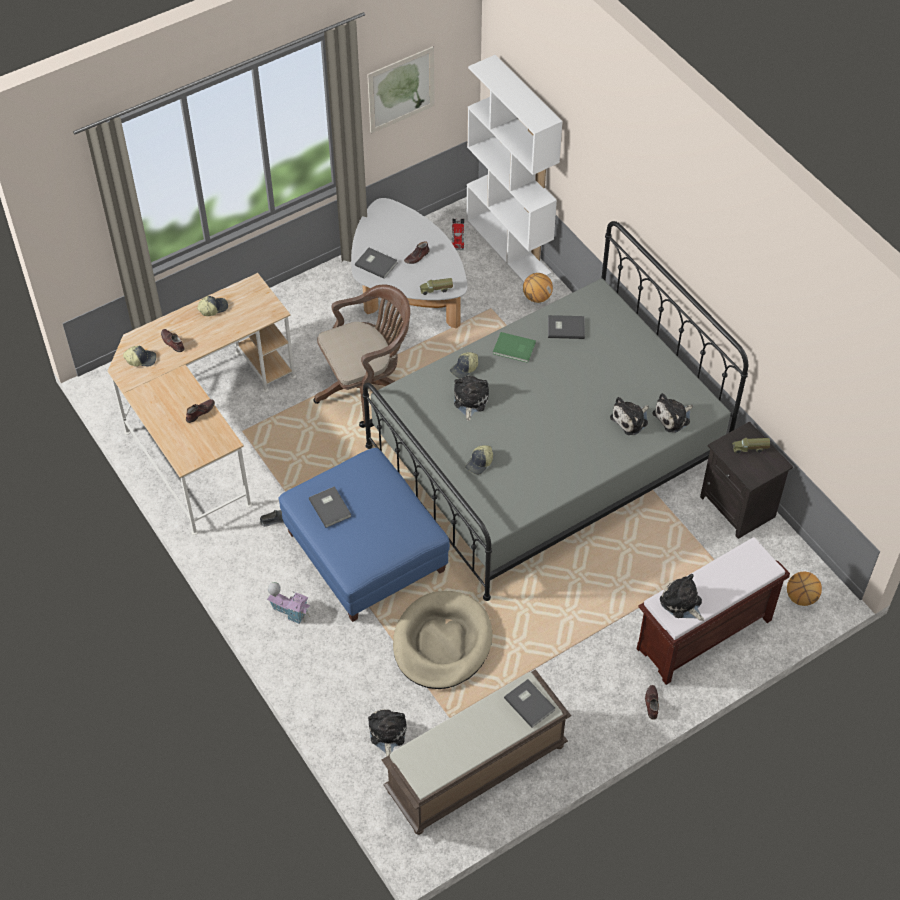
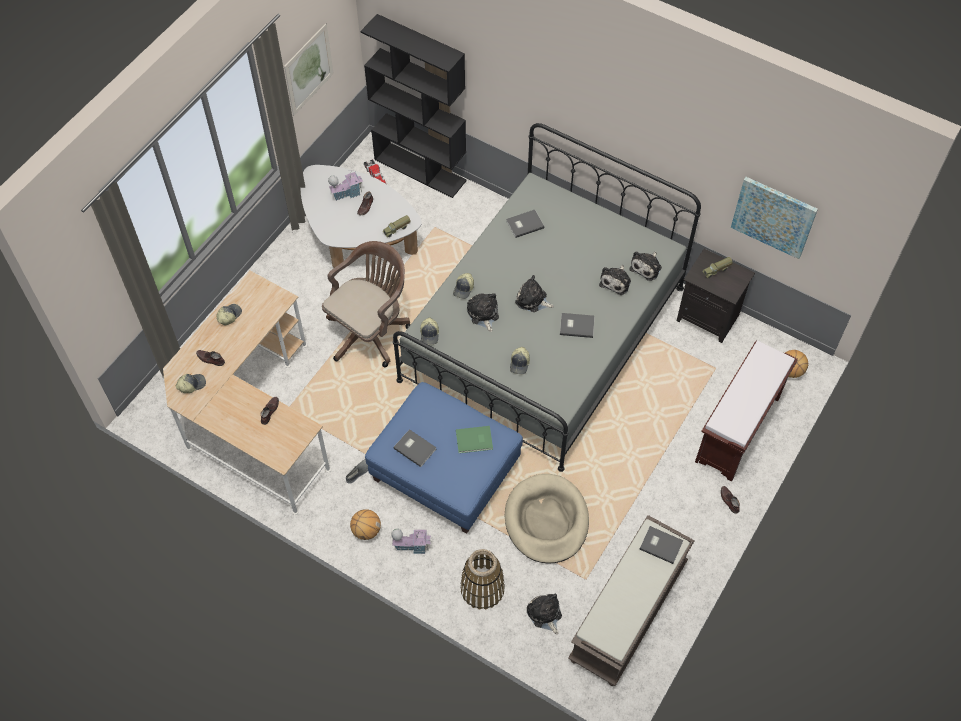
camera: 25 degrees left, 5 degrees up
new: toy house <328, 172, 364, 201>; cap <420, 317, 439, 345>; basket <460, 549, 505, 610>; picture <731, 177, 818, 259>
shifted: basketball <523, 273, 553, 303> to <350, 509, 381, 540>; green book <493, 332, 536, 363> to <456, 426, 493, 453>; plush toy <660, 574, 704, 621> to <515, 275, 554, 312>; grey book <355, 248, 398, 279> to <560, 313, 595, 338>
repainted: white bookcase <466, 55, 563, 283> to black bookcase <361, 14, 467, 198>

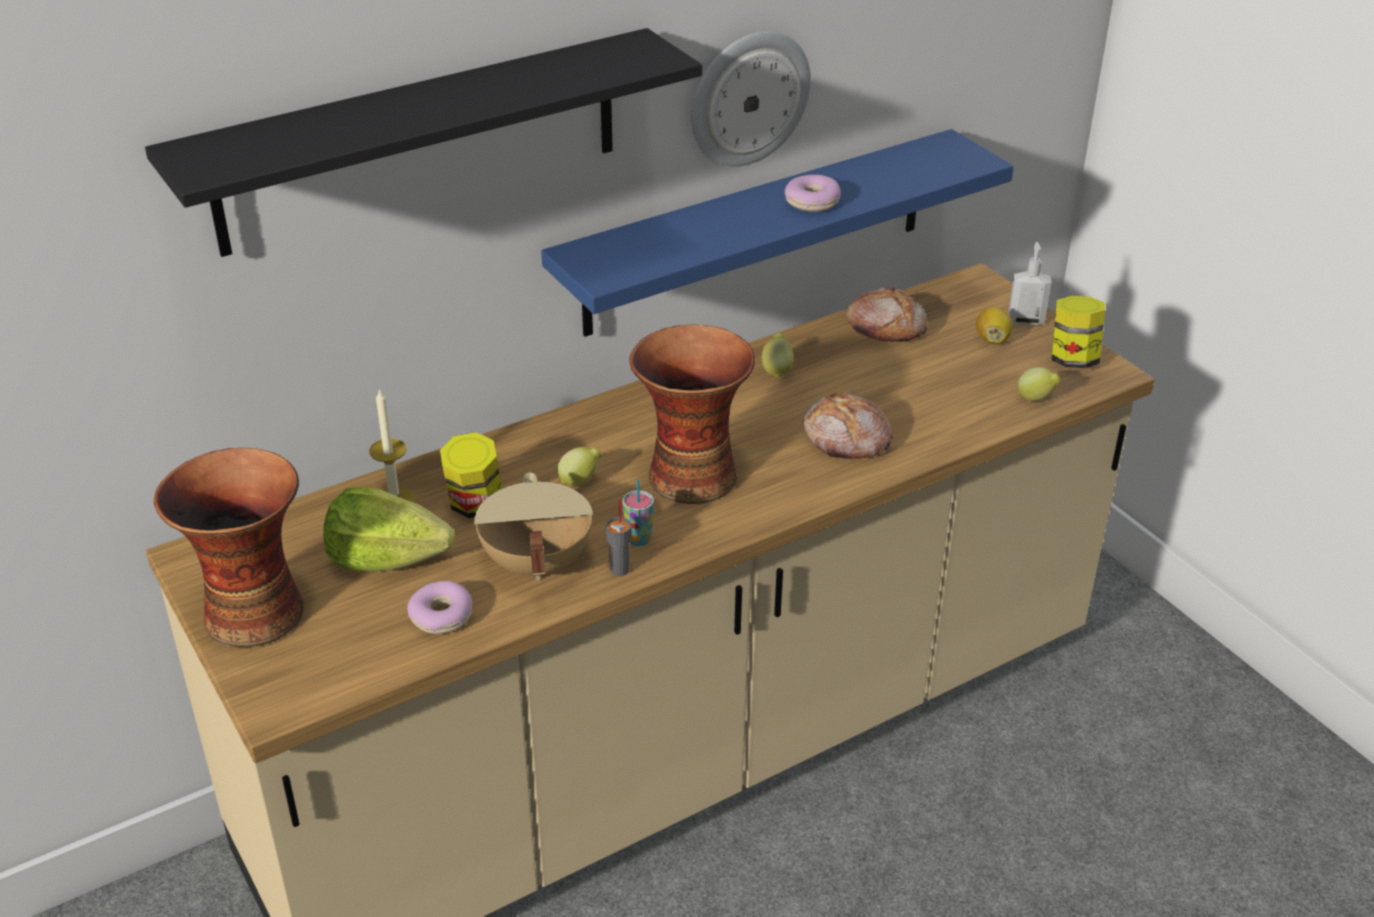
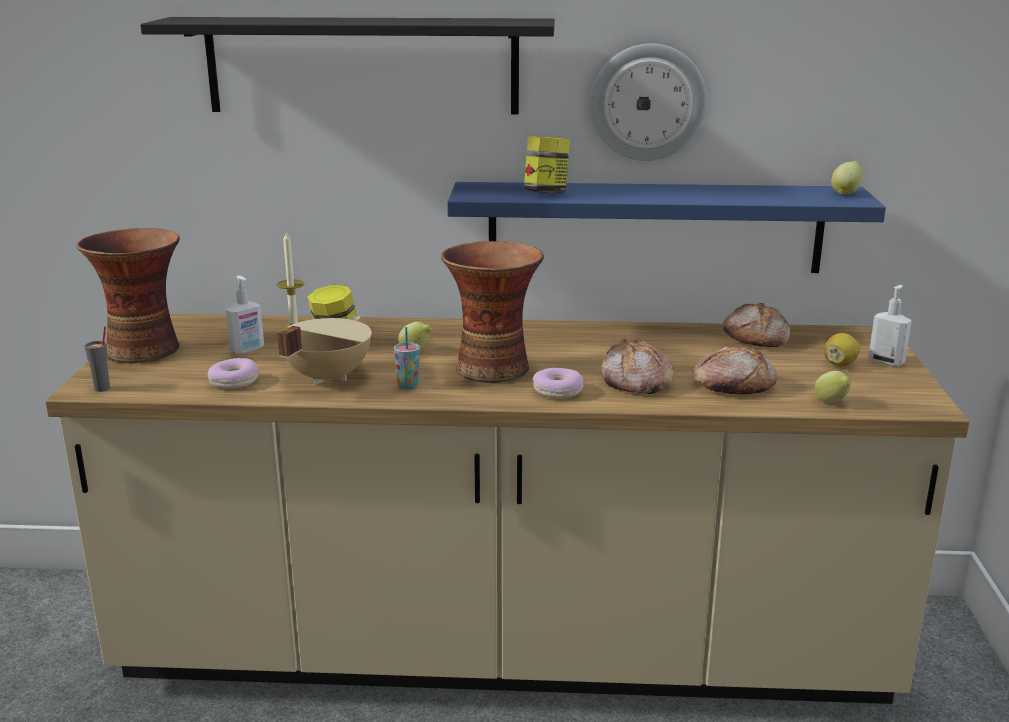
camera: 35 degrees right, 15 degrees down
new: bread <693, 346, 778, 395>
shifted: grey cup <605, 500, 631, 576> to <84, 327, 110, 392>; jar <1052, 296, 1105, 368> to <524, 136, 570, 193>; donut <785, 175, 841, 212> to <533, 368, 584, 399>; lemon <762, 333, 793, 378> to <831, 161, 862, 194>
swapped: lettuce <323, 487, 455, 572> to soap dispenser <226, 276, 264, 354>

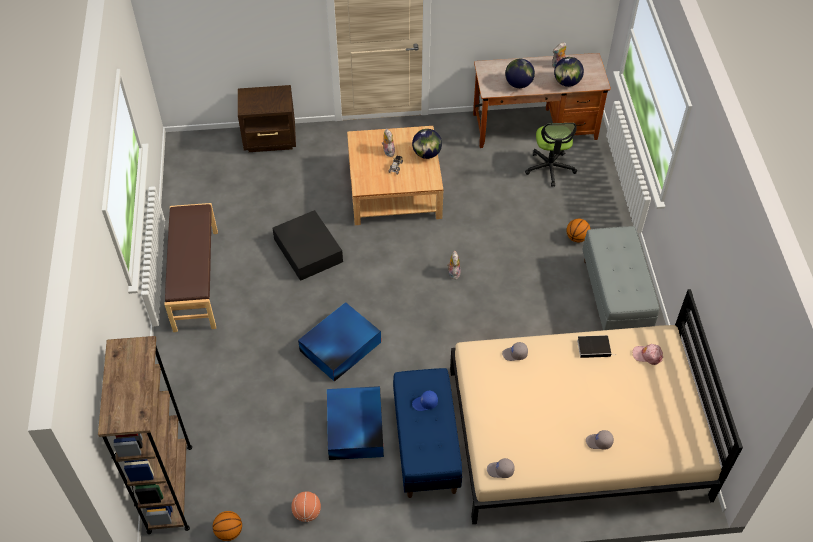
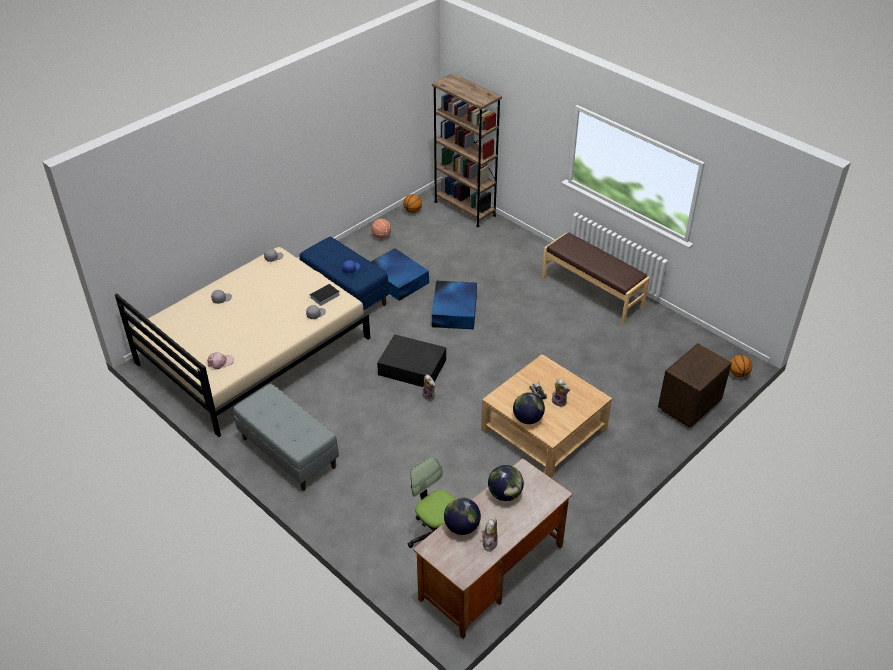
camera: 140 degrees right, 10 degrees down
shifted: book <577, 335, 616, 358> to <307, 284, 340, 306>; black storage box <272, 210, 343, 281> to <377, 334, 446, 387>; basketball <566, 219, 591, 242> to <730, 355, 752, 378>

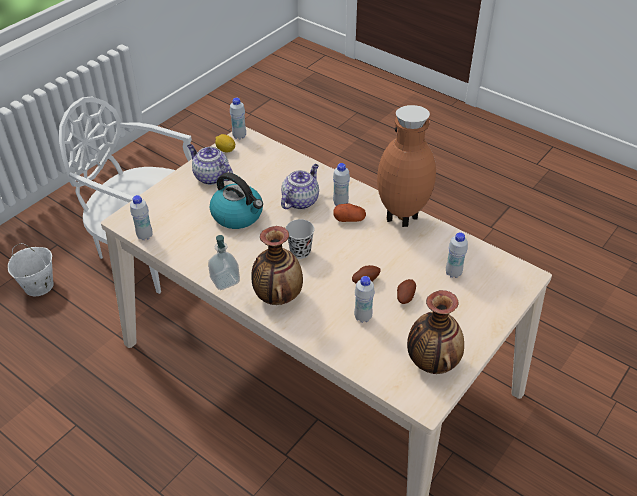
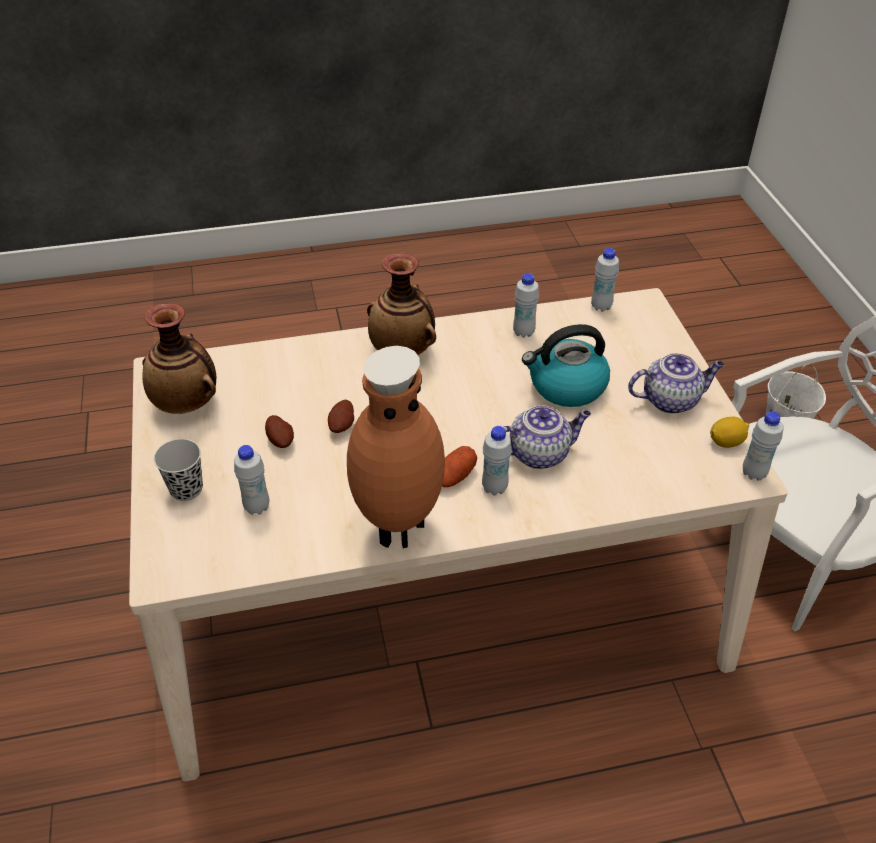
camera: 130 degrees right, 0 degrees up
gone: soap dispenser <208, 235, 240, 290>
shifted: black cup <286, 219, 314, 259> to <154, 439, 203, 501>; white bottle <354, 276, 375, 323> to <513, 273, 539, 338>
rotated: teapot <281, 164, 319, 210> = <503, 405, 591, 469> 90 degrees counterclockwise

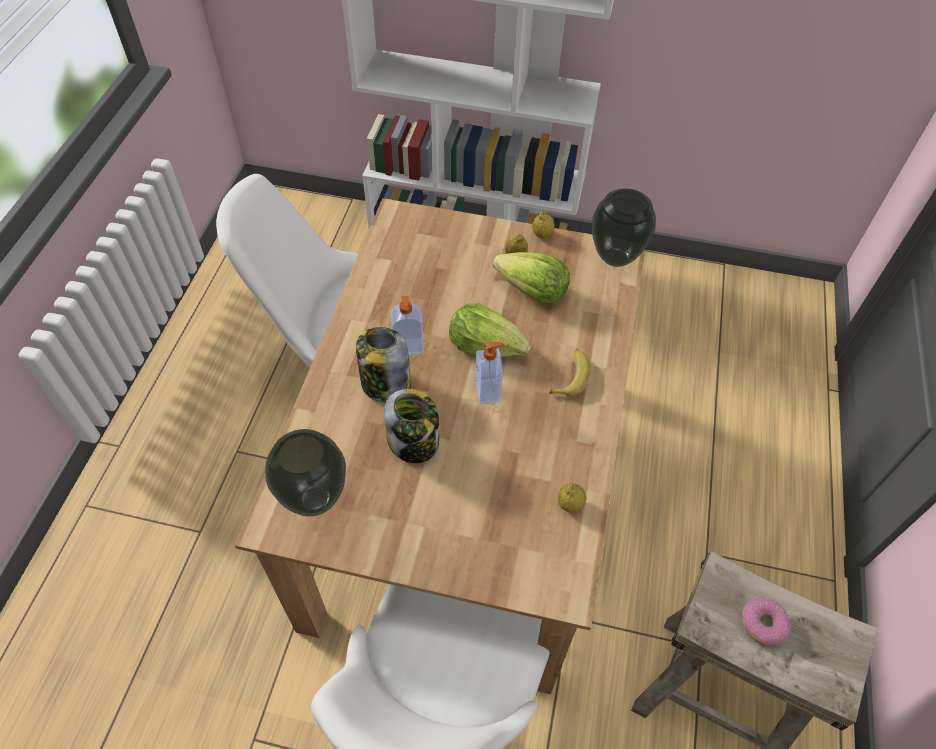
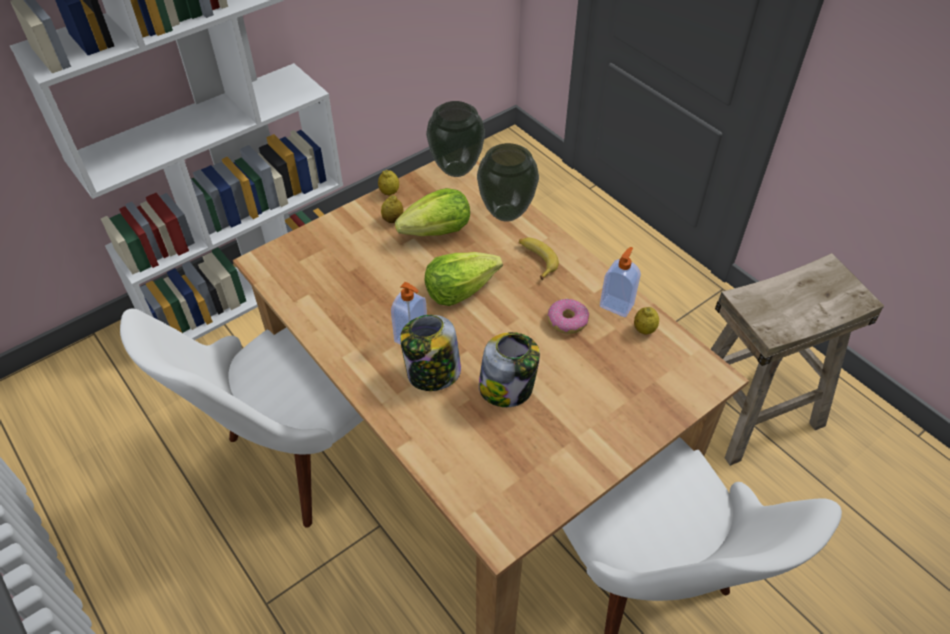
camera: 50 degrees left, 5 degrees down
shifted: vase <265, 429, 346, 516> to <477, 143, 539, 222>; donut <742, 597, 791, 646> to <547, 299, 589, 334>; soap dispenser <475, 342, 505, 404> to <600, 247, 641, 317>

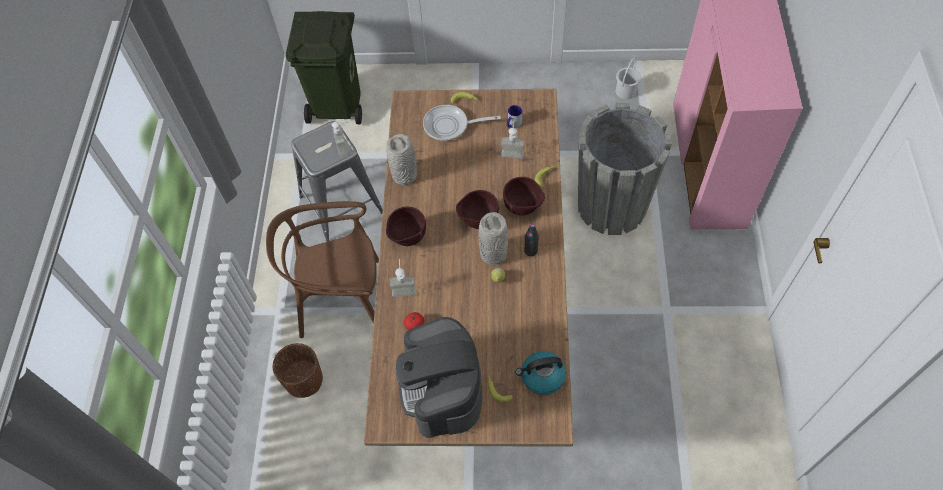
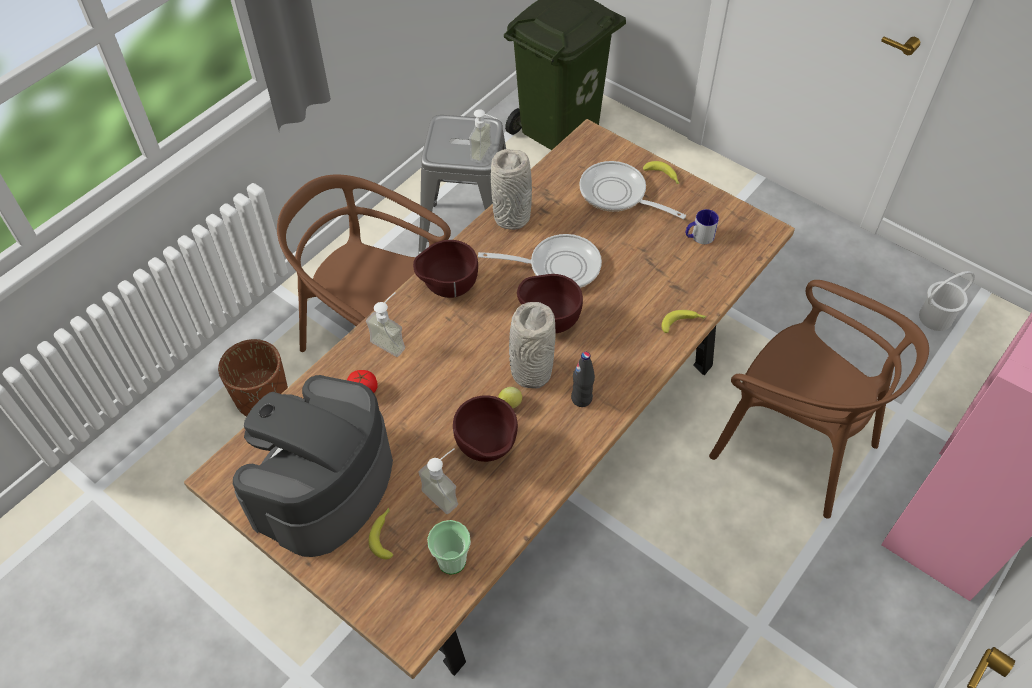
camera: 35 degrees right, 5 degrees down
new: frying pan <478, 234, 602, 288>
shifted: soap dispenser <501, 120, 524, 159> to <418, 449, 458, 514>; brown bowl <503, 177, 545, 216> to <453, 395, 518, 462>
swapped: kettle <515, 351, 566, 395> to cup <427, 520, 471, 575>; grey planter <578, 103, 672, 235> to brown chair <709, 280, 929, 519>

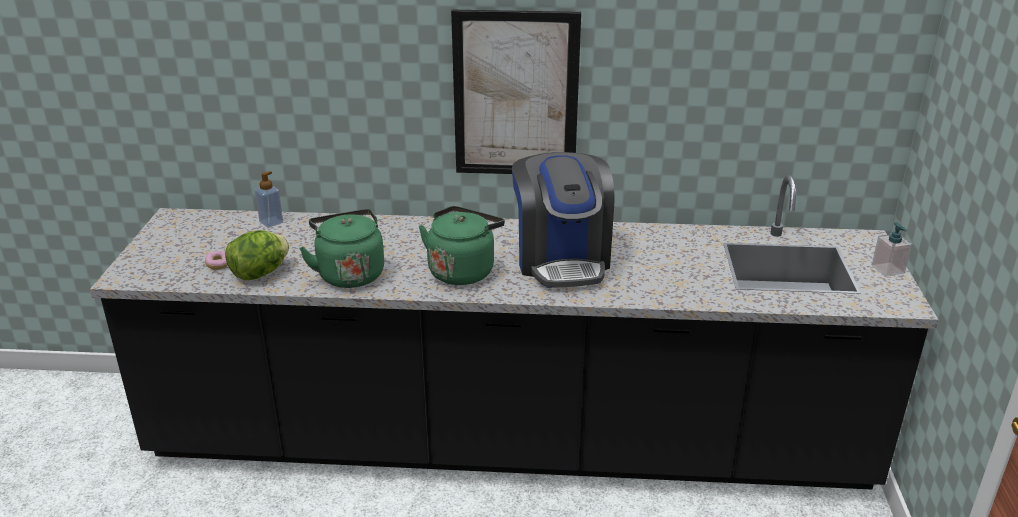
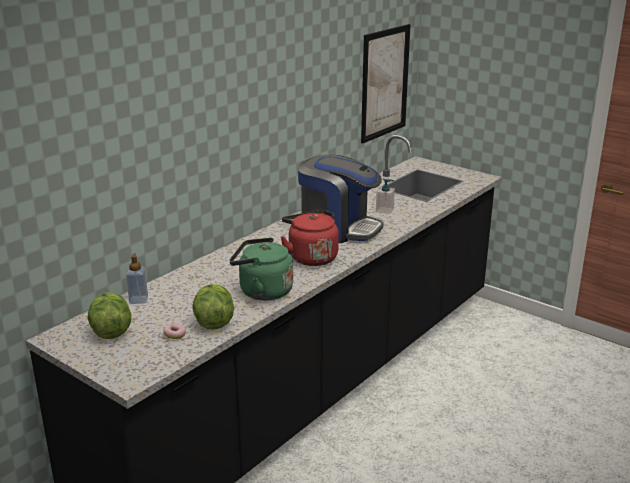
camera: 55 degrees left, 5 degrees down
new: lettuce <88, 293, 131, 339>
shifted: picture <451, 10, 581, 174> to <361, 24, 411, 143>; soap dispenser <872, 222, 912, 277> to <376, 178, 395, 214>
repainted: green kettle <419, 206, 505, 285> to red kettle <281, 210, 339, 266>

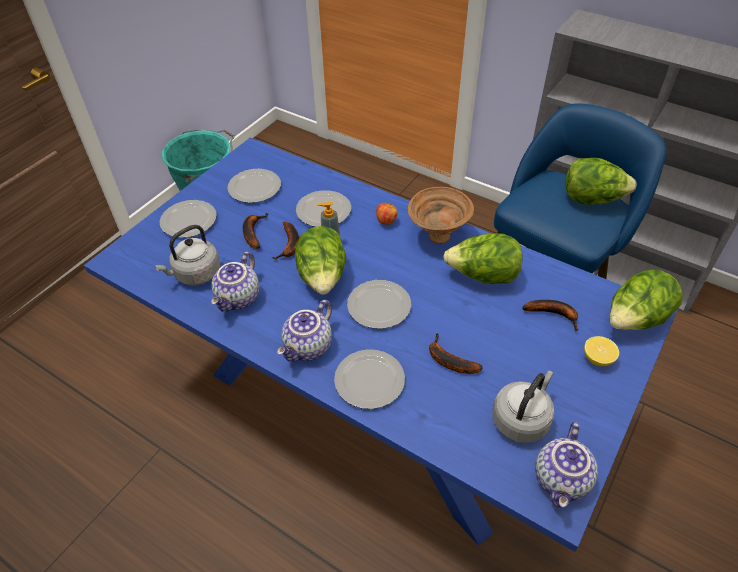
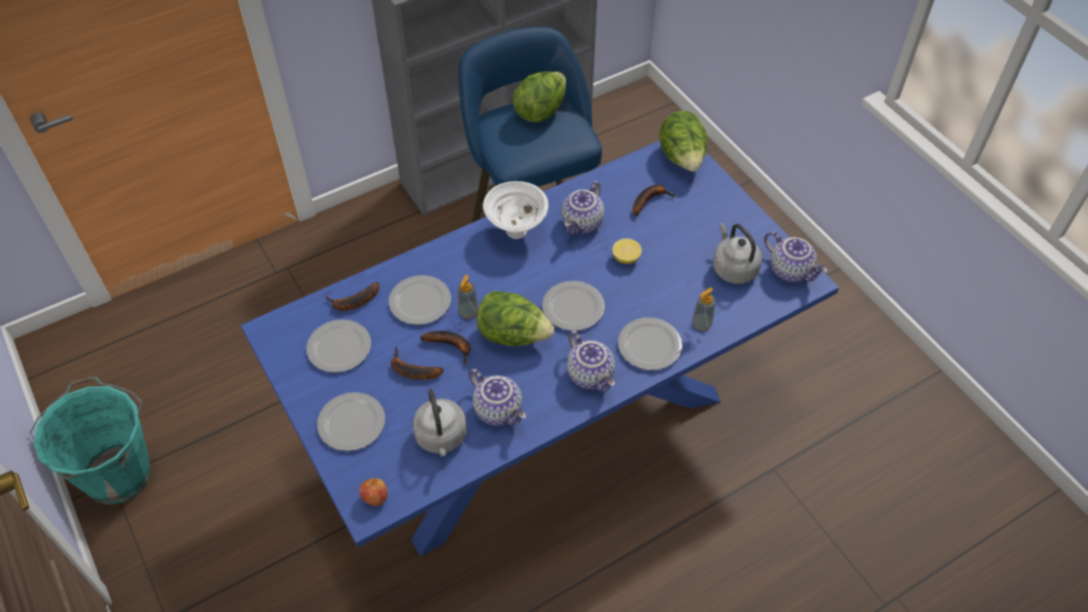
camera: 65 degrees left, 5 degrees up
new: soap dispenser <692, 287, 716, 331>
shifted: banana <429, 333, 483, 374> to <325, 282, 379, 311>; apple <376, 203, 398, 225> to <359, 478, 388, 506>; lemon <584, 336, 619, 366> to <612, 239, 642, 264>
swapped: lettuce <443, 233, 523, 284> to teapot <561, 181, 604, 235>
repainted: brown bowl <408, 187, 474, 244> to white bowl <483, 181, 548, 239>

